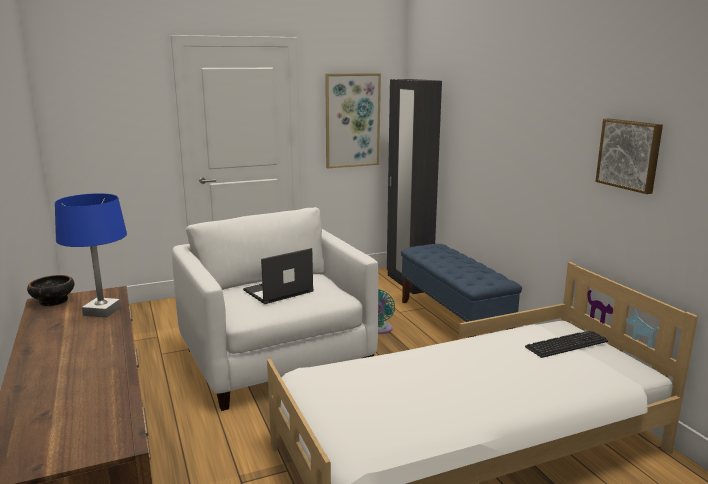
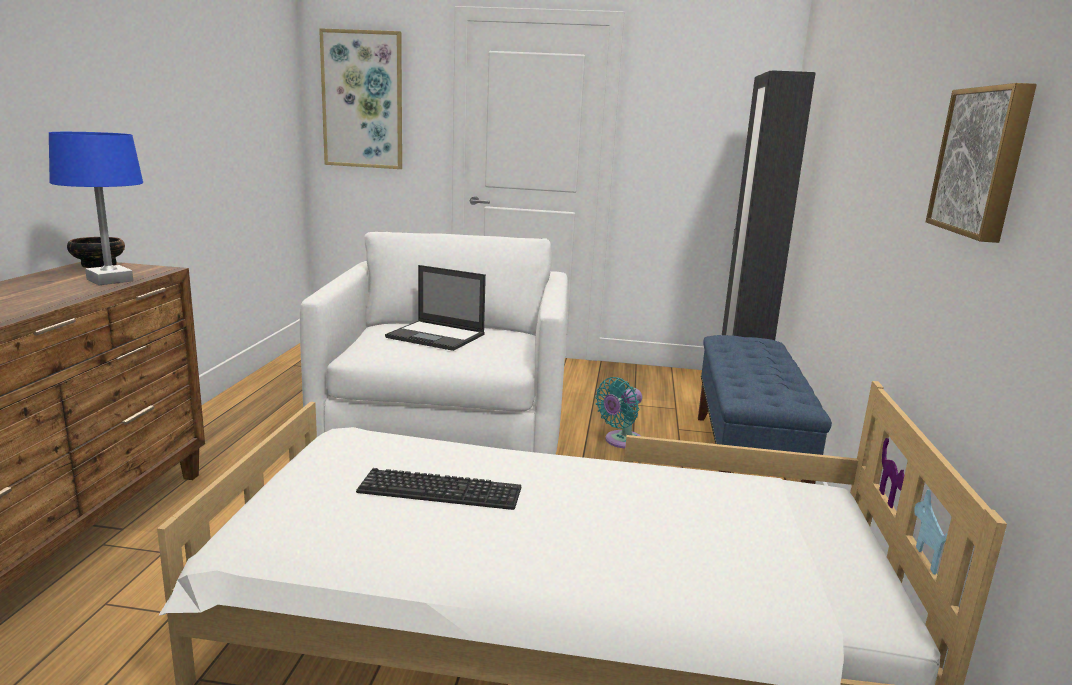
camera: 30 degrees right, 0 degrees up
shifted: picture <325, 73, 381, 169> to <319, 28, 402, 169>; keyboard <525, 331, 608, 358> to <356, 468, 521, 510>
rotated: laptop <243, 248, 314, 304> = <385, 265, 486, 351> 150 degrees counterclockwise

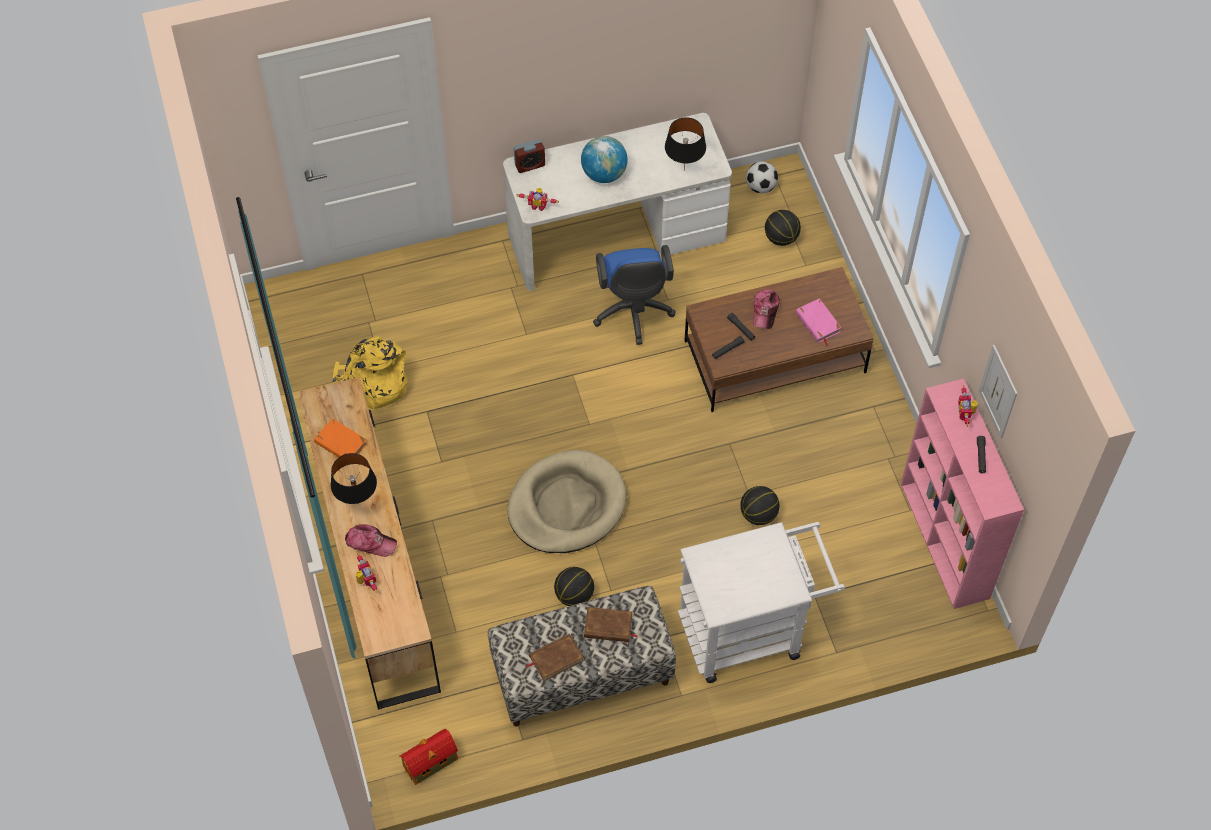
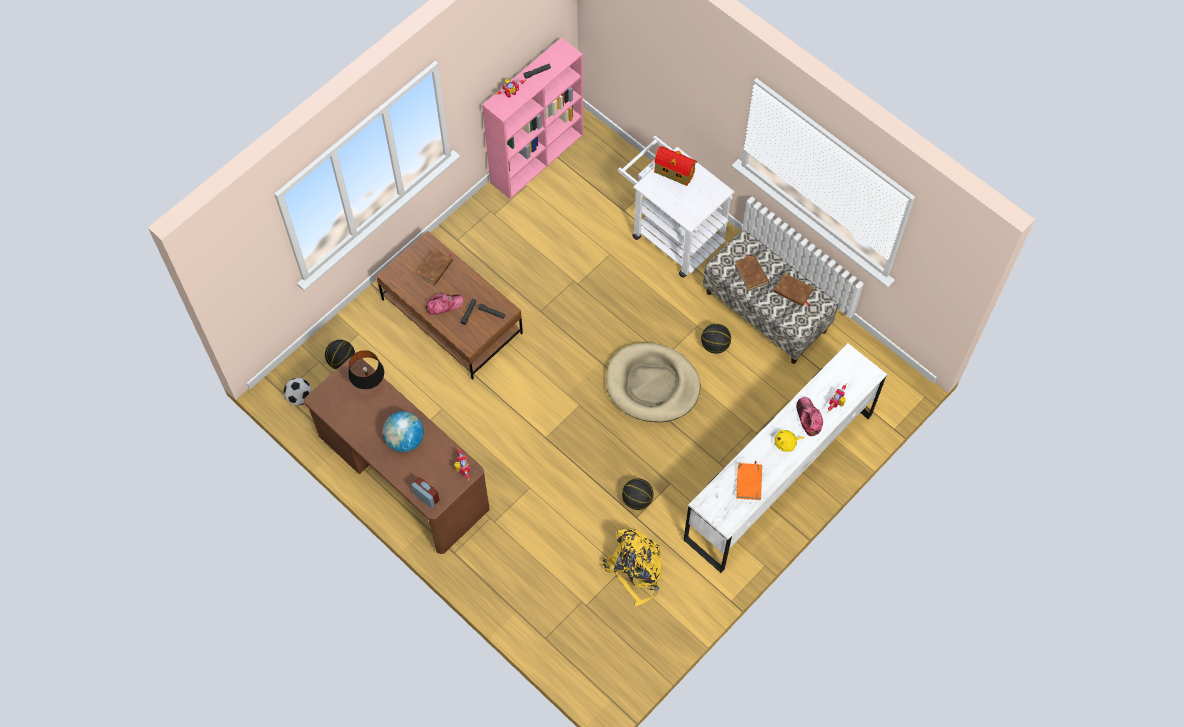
camera: 120 degrees left, 5 degrees up
gone: blue office chair <593, 245, 676, 345>; picture <979, 345, 1017, 438>
shifted: basketball <740, 486, 780, 525> to <622, 478, 653, 510>; toy house <399, 729, 458, 785> to <654, 146, 697, 186>
swapped: black table lamp <330, 453, 377, 504> to yellow plush toy <775, 429, 805, 452>
repainted: white desk <503, 113, 732, 291> to brown desk <304, 355, 489, 554>; pink book <796, 298, 841, 346> to brown book <416, 249, 453, 286>; brown dresser <297, 377, 441, 710> to white dresser <683, 343, 887, 573>

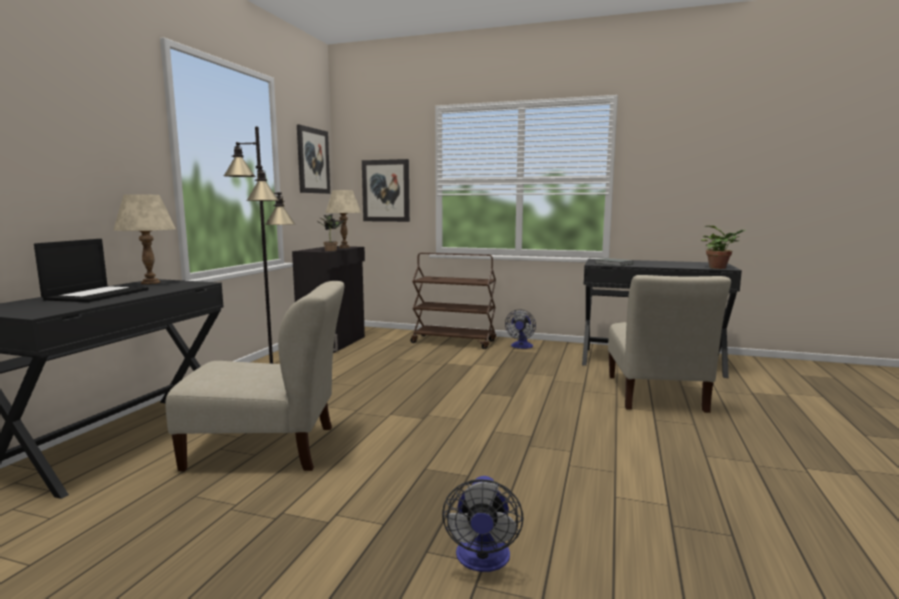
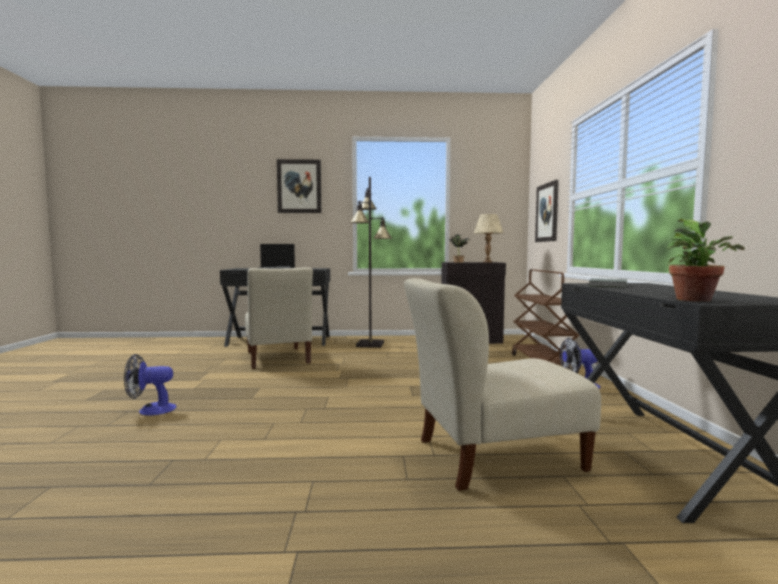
camera: 70 degrees right, 5 degrees down
gone: beige table lamp <113, 194, 176, 284>
shifted: picture <297, 125, 330, 194> to <277, 159, 321, 213>

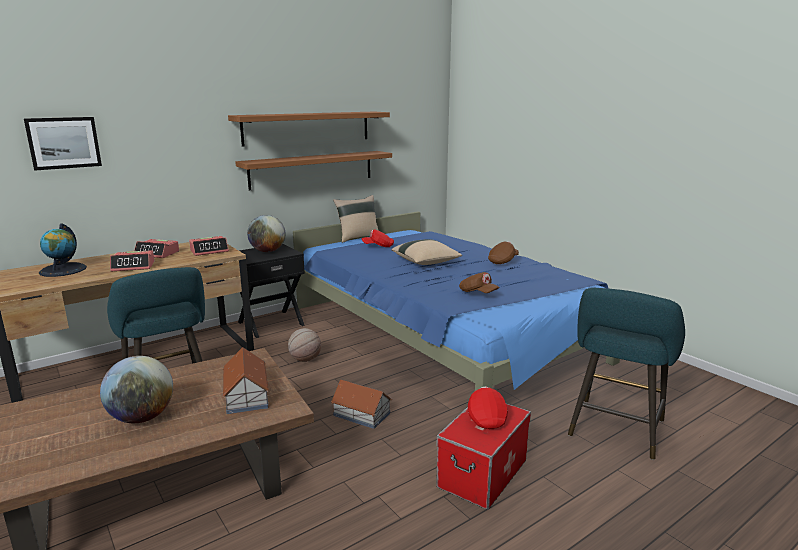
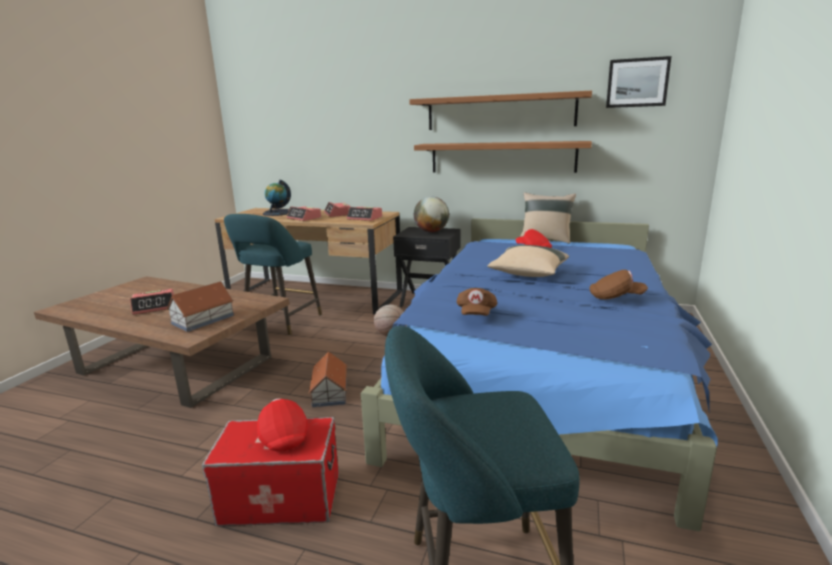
camera: 55 degrees right, 0 degrees up
shifted: picture <24, 117, 102, 171> to <606, 56, 672, 108>
swapped: globe <100, 356, 173, 423> to alarm clock <130, 289, 174, 315>
rotated: red cap <468, 387, 508, 429> = <257, 398, 308, 451> 75 degrees counterclockwise

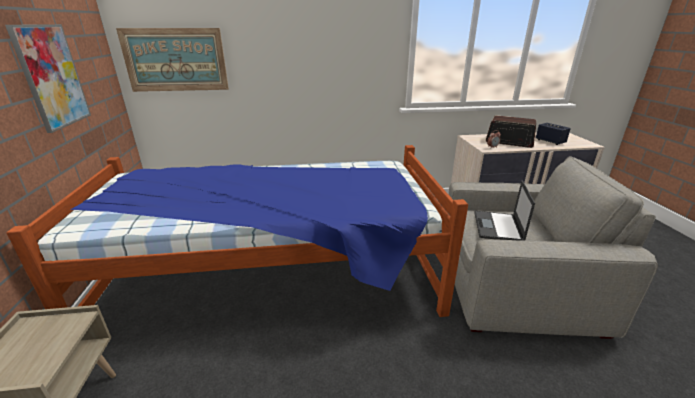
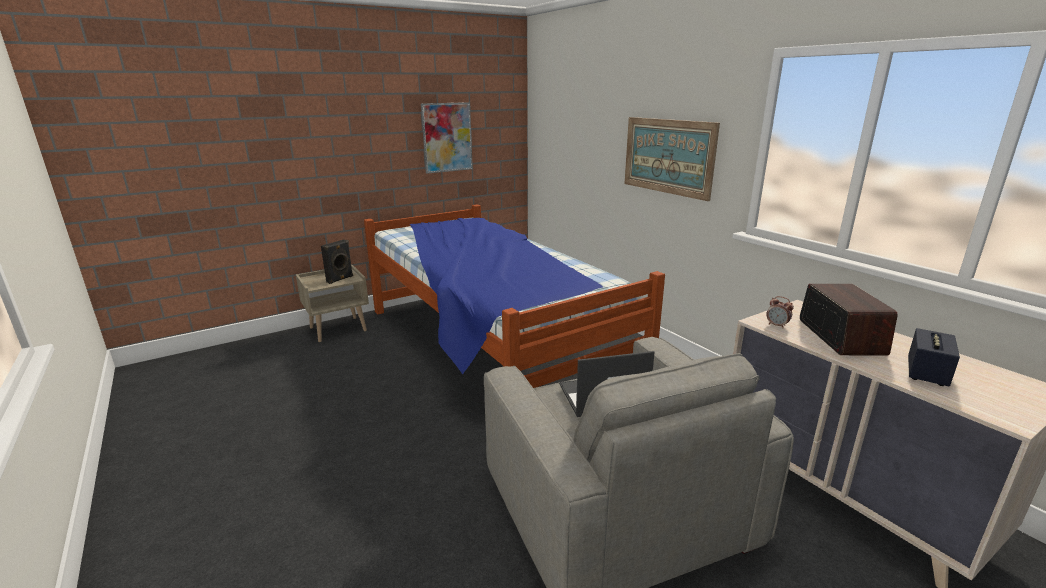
camera: 65 degrees right, 5 degrees down
new: black speaker <321, 240, 353, 284>
shifted: picture <116, 28, 229, 92> to <625, 117, 720, 201>

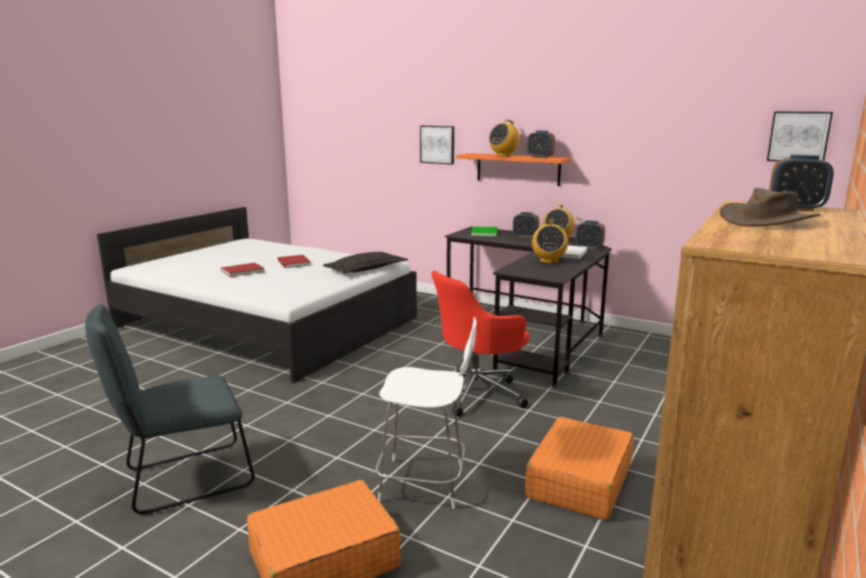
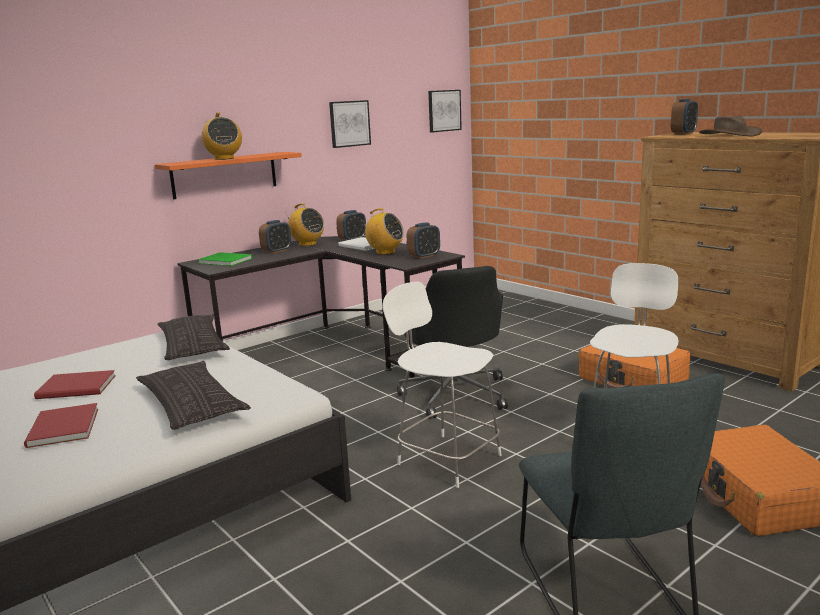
camera: 70 degrees left, 0 degrees up
new: pillow <136, 361, 251, 430>; white chair <383, 282, 502, 488>
shifted: picture <420, 126, 454, 165> to <329, 100, 371, 148>; alarm clock <527, 131, 555, 158> to <407, 222, 440, 259>
repainted: red office chair <432, 271, 529, 417> to black office chair <397, 266, 508, 419>

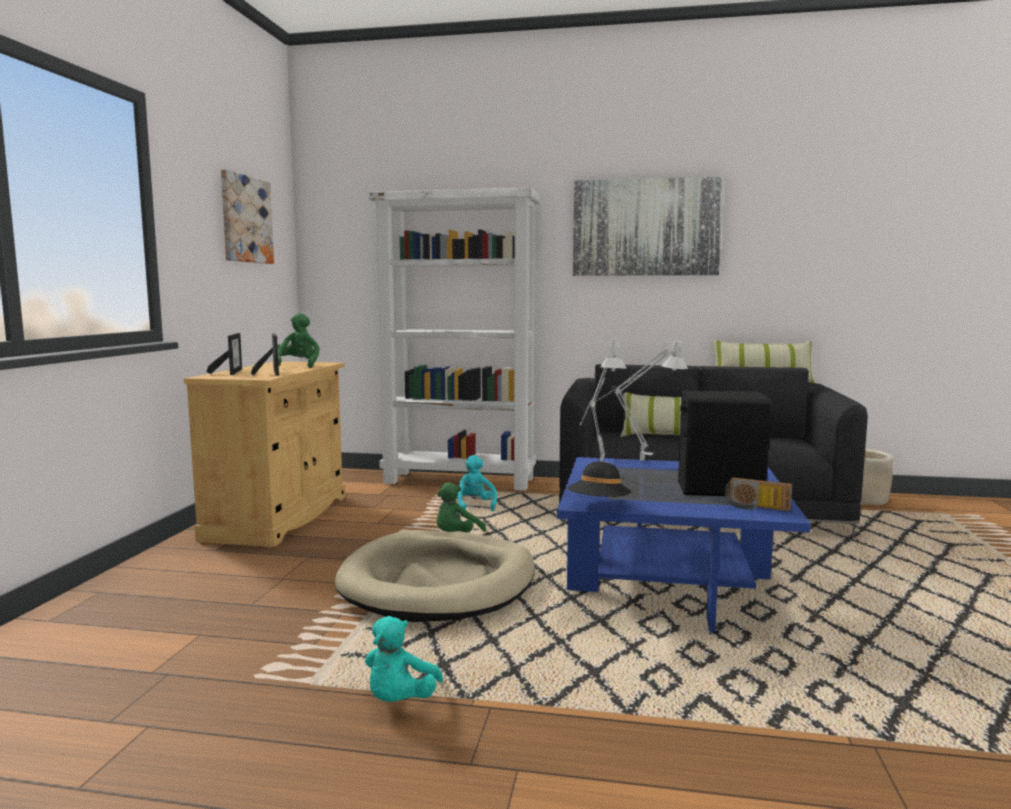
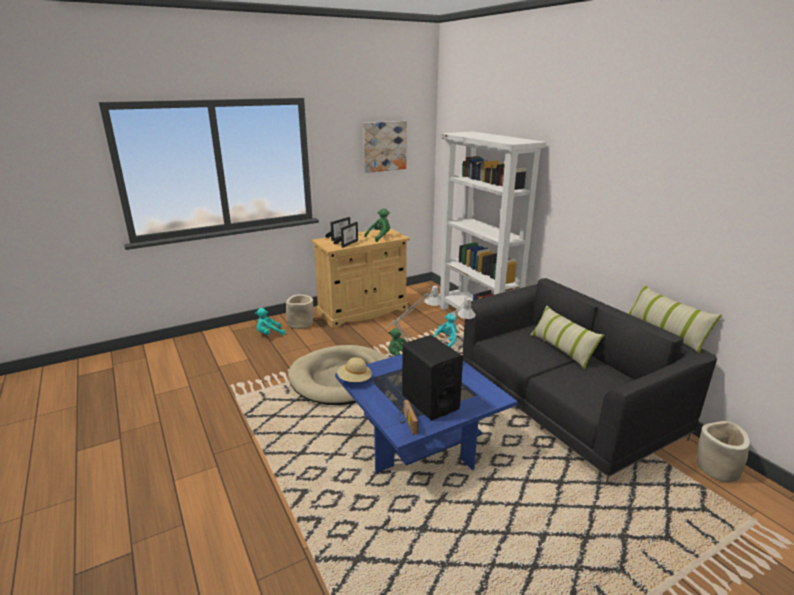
camera: 50 degrees right, 15 degrees up
gone: picture <573, 177, 724, 276>
new: beige planter <286, 294, 313, 329>
shifted: turquoise plush toy <365, 616, 443, 702> to <255, 308, 285, 335>
repainted: black hat <568, 461, 631, 498> to beige hat <337, 357, 372, 382>

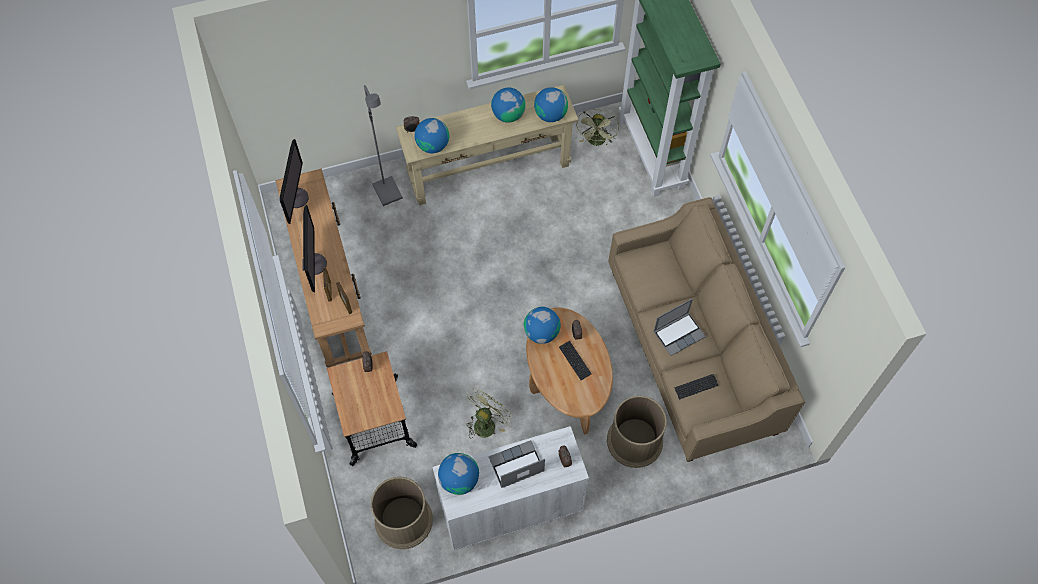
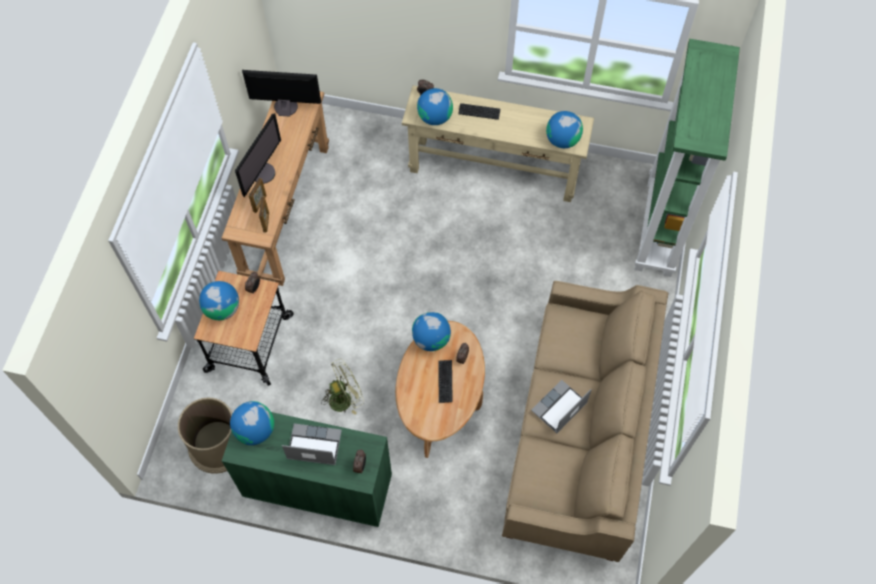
camera: 30 degrees right, 0 degrees up
gone: grey floor lamp <364, 85, 403, 206>; green fan <576, 109, 619, 146>; brown trash can <607, 396, 667, 468>
shifted: globe <491, 87, 526, 123> to <199, 281, 239, 320>; keyboard <674, 374, 719, 400> to <458, 103, 500, 120>
repainted: white cabinet <433, 426, 589, 551> to green cabinet <222, 412, 392, 527>
rotated: monitor <280, 139, 309, 224> = <242, 70, 321, 117> 120 degrees counterclockwise; laptop <653, 298, 706, 356> = <531, 380, 592, 433> 135 degrees clockwise

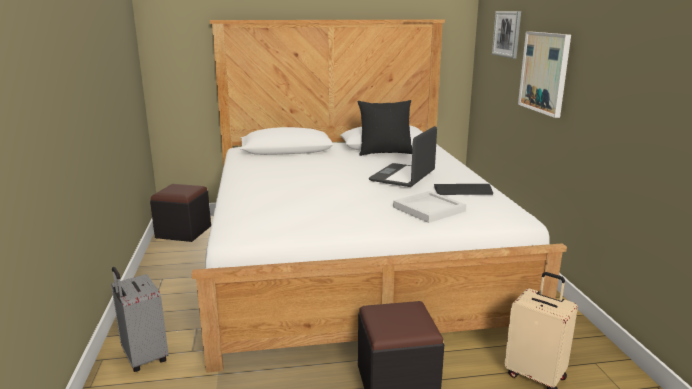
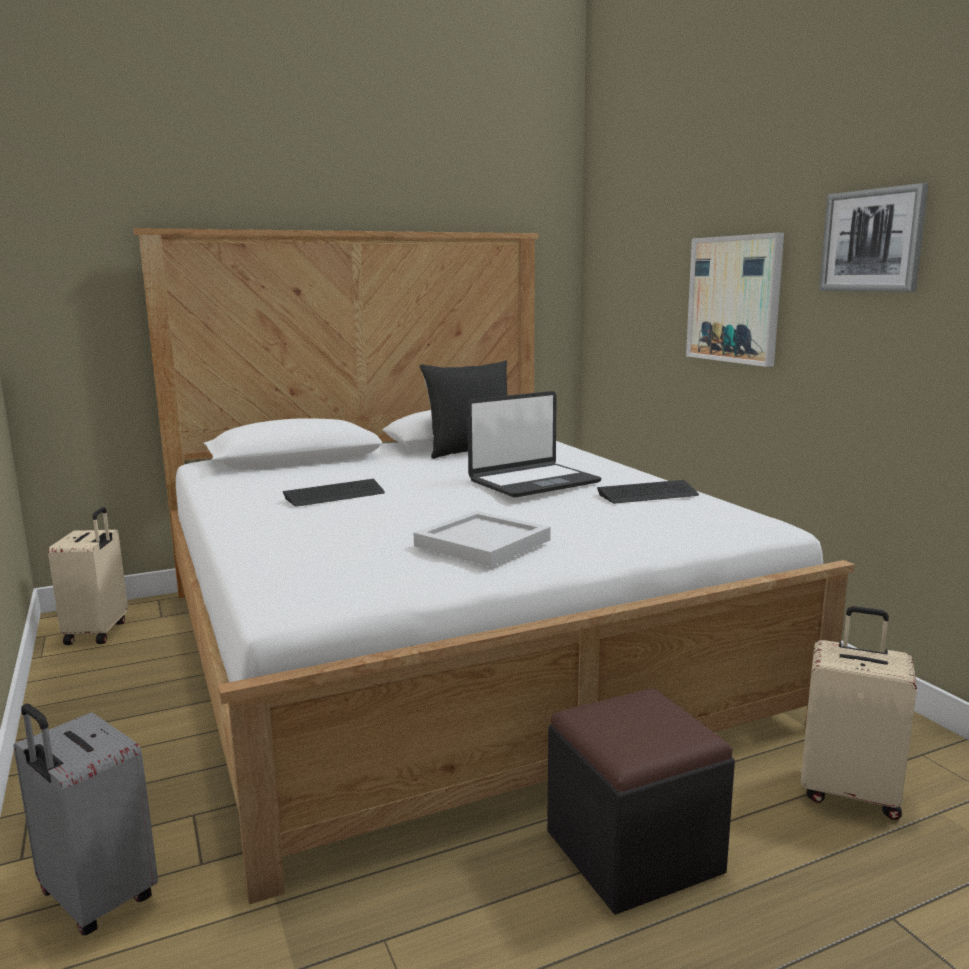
camera: 15 degrees left, 5 degrees down
new: keyboard <283, 479, 385, 507>
shifted: white tray <393, 191, 466, 223> to <414, 511, 551, 567>; picture <492, 11, 521, 59> to <819, 183, 929, 292>
swapped: black ottoman <150, 184, 211, 242> to beige suitcase <48, 507, 128, 645>
rotated: laptop <369, 126, 437, 187> = <467, 391, 602, 498> 135 degrees counterclockwise

